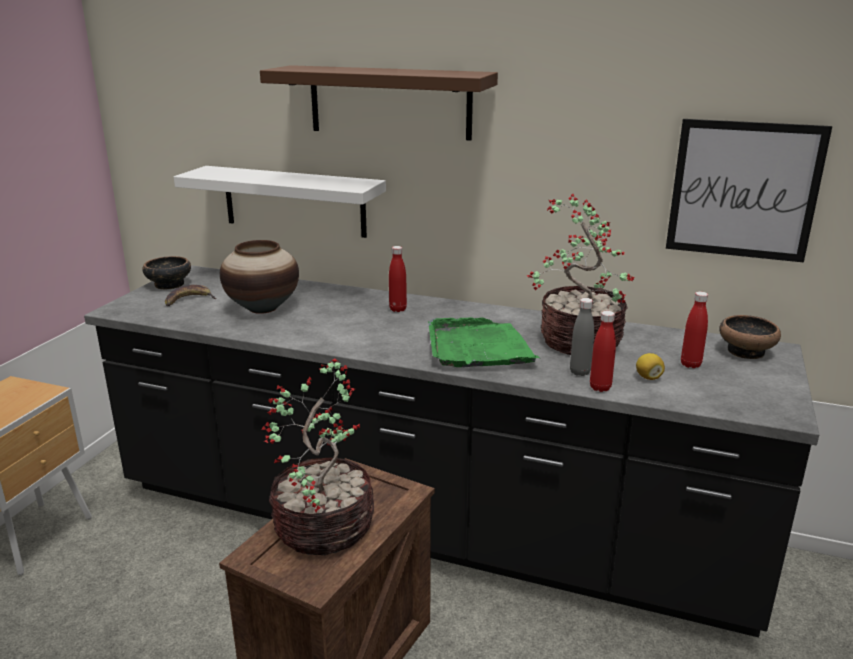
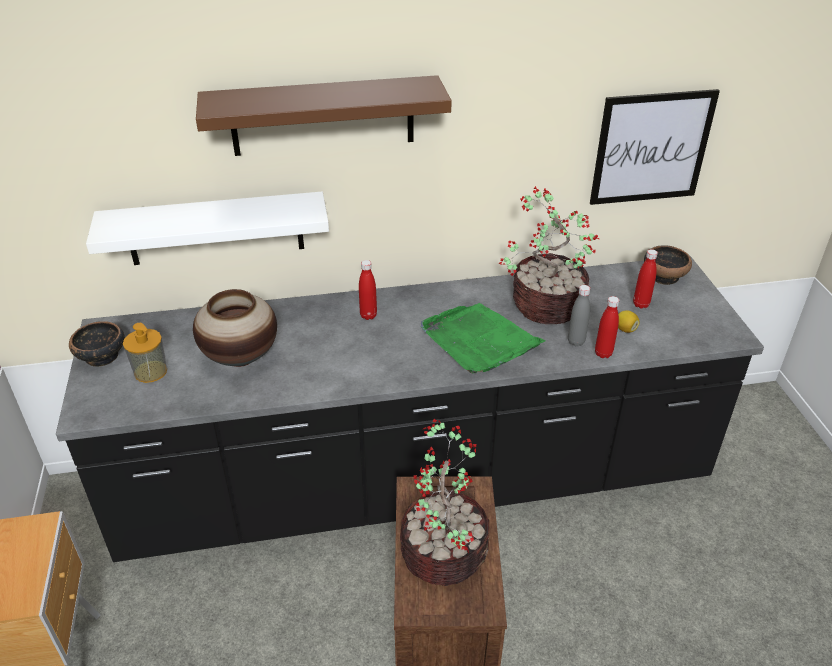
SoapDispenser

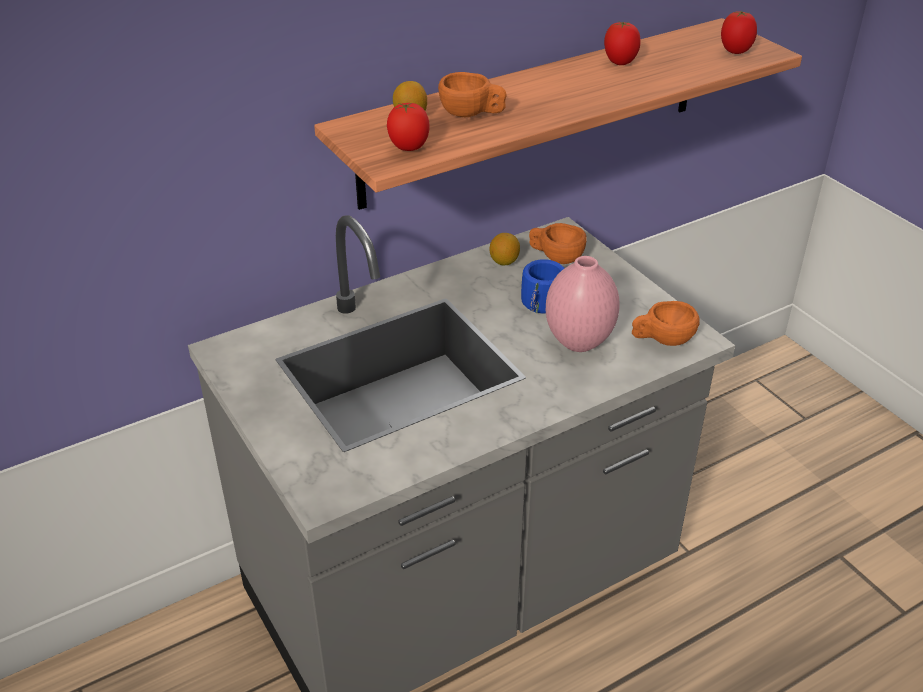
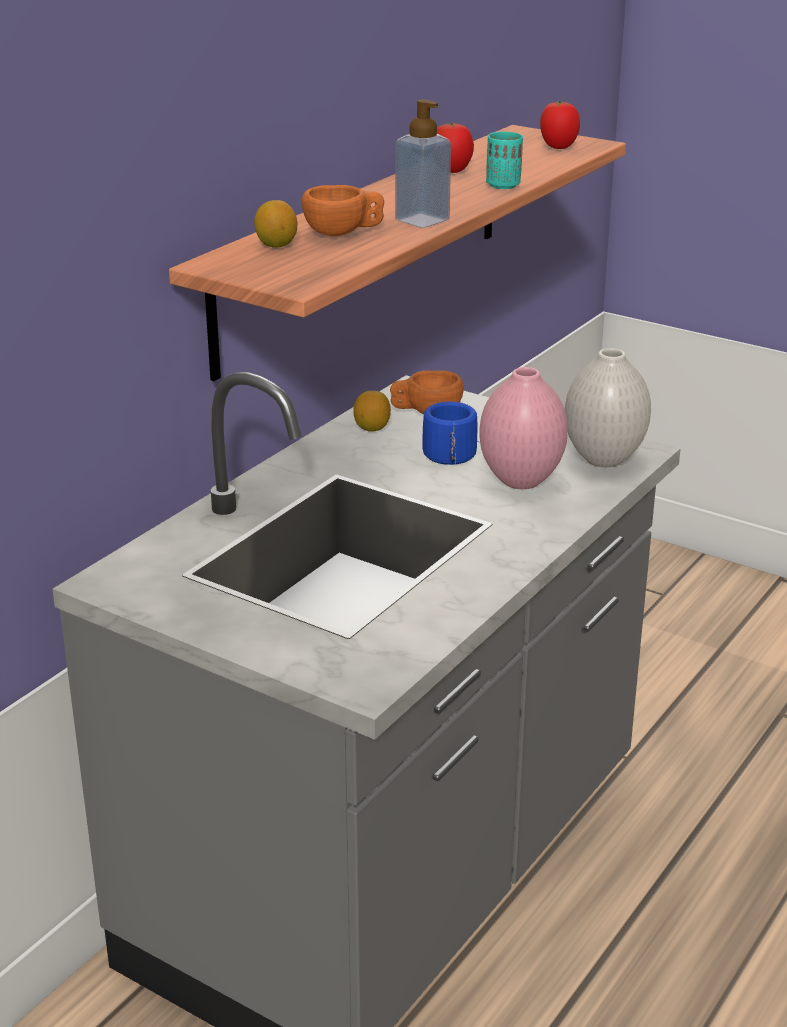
Tomato (no. 1 from left in the first image); SoapDispenser; TurquoiseCup; WhiteVase

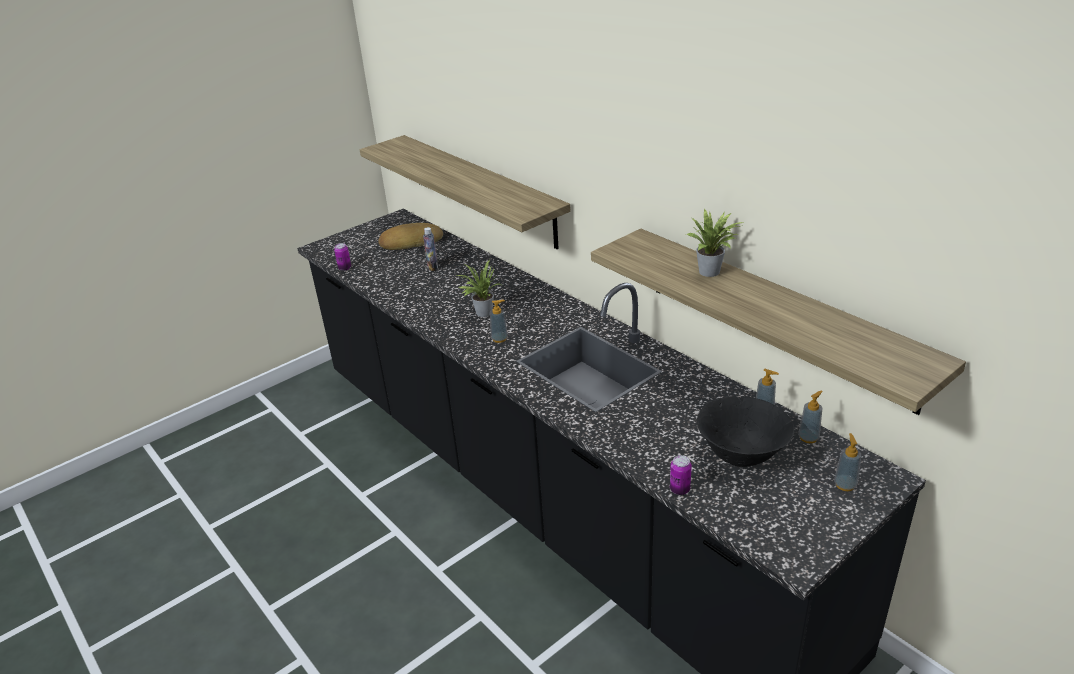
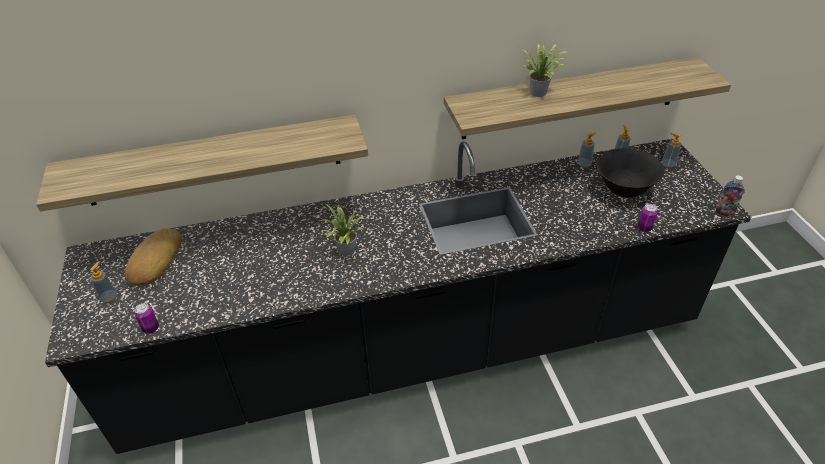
Bottle; SoapDispenser (no. 1 from left)

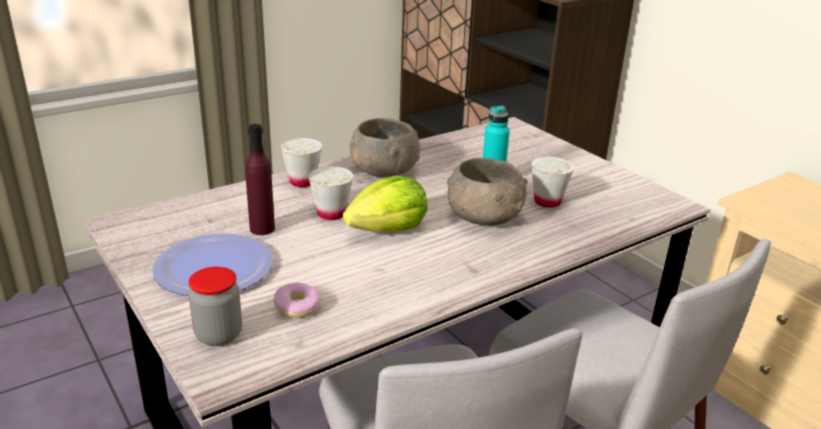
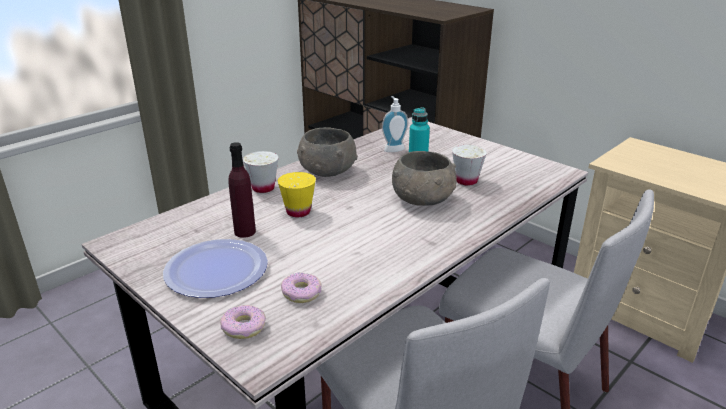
Lettuce; SoapDispenser; Donut (no. 1 from left); YellowCup

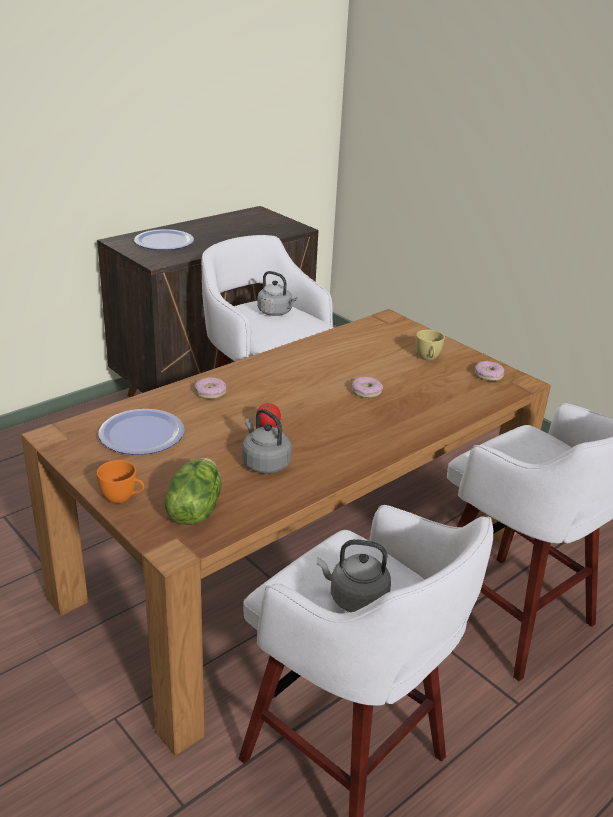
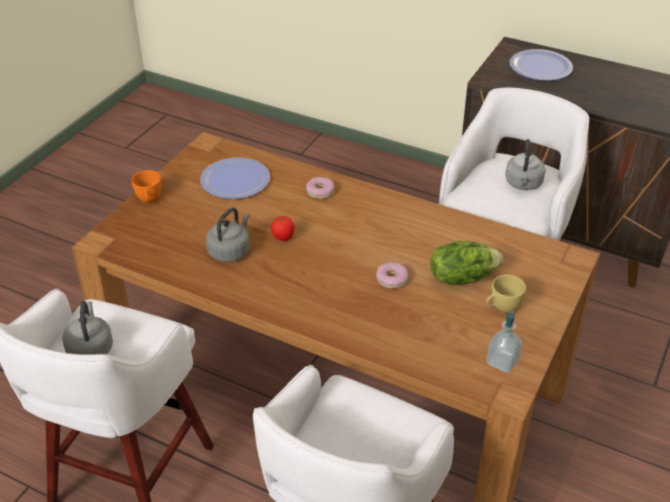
Lettuce; SoapDispenser

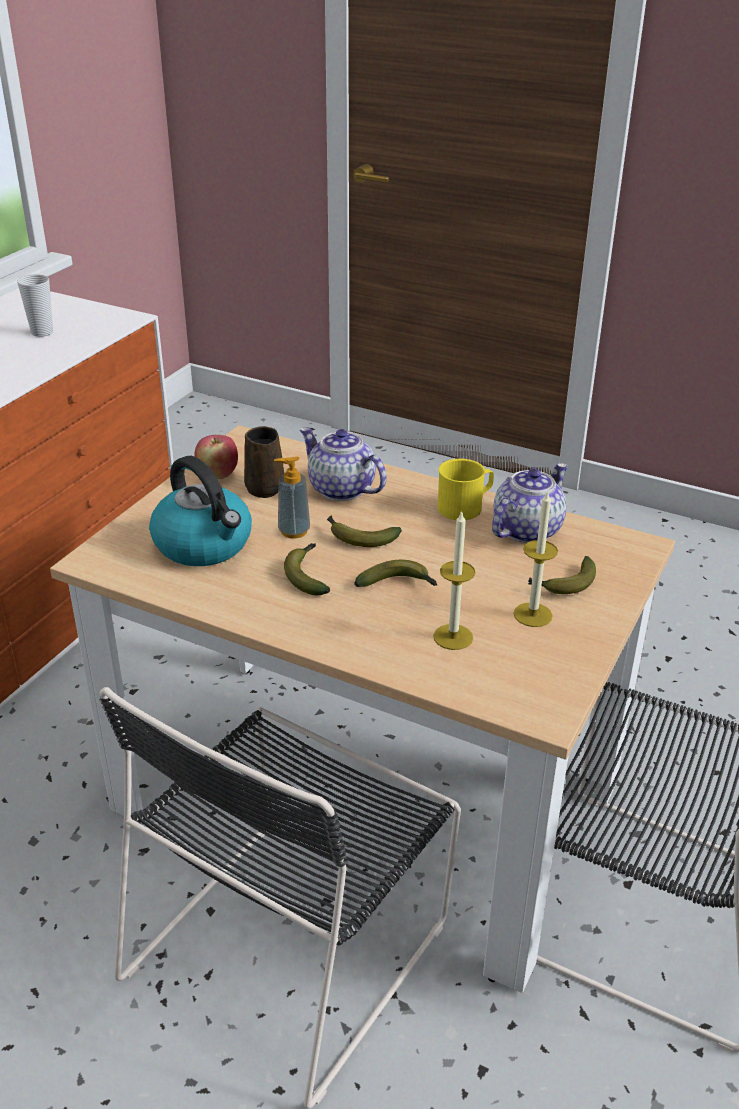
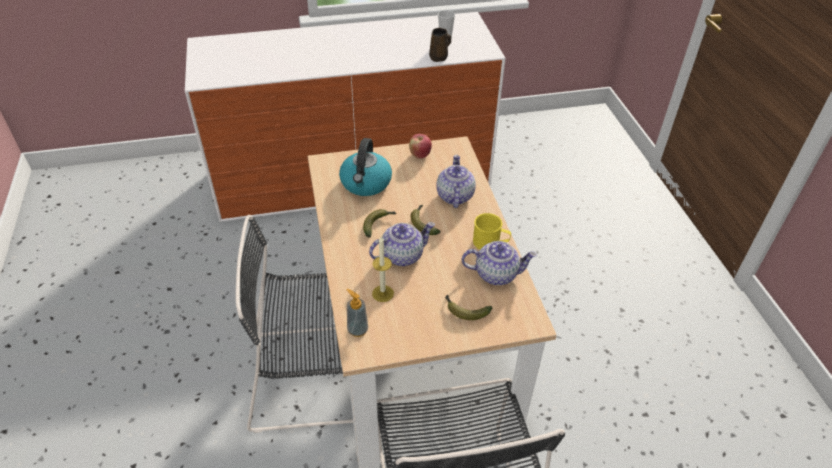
Candle (no. 2 from left in the first image); BrownMug; SoapDispenser; Teapot (no. 1 from left)

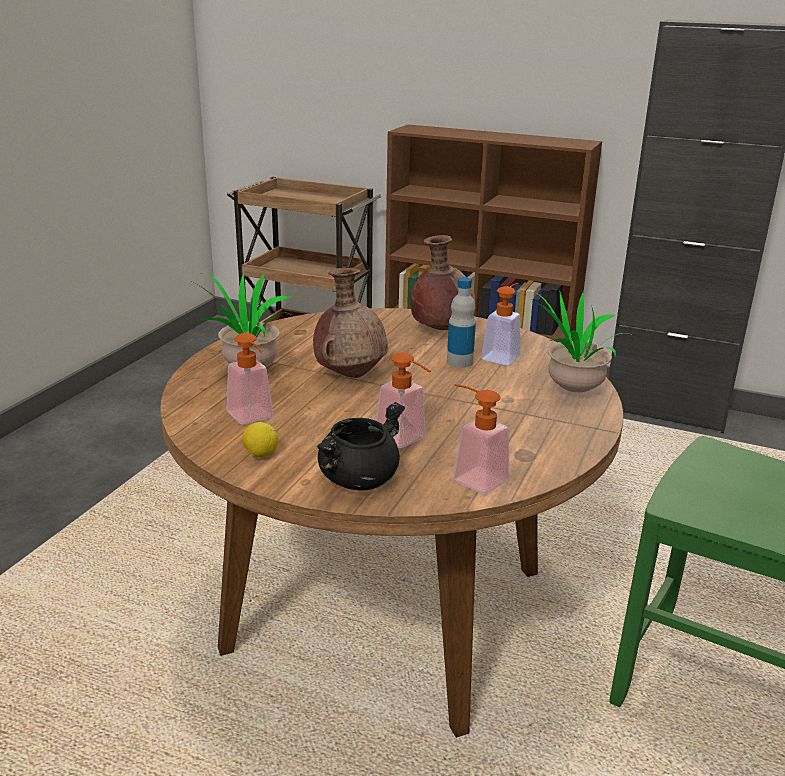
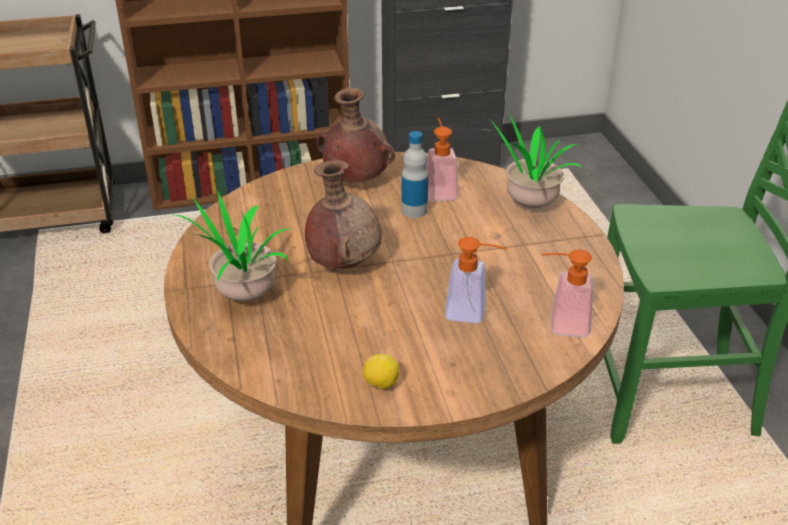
SoapDispenser (no. 1 from left in the first image); BlackCookingPot

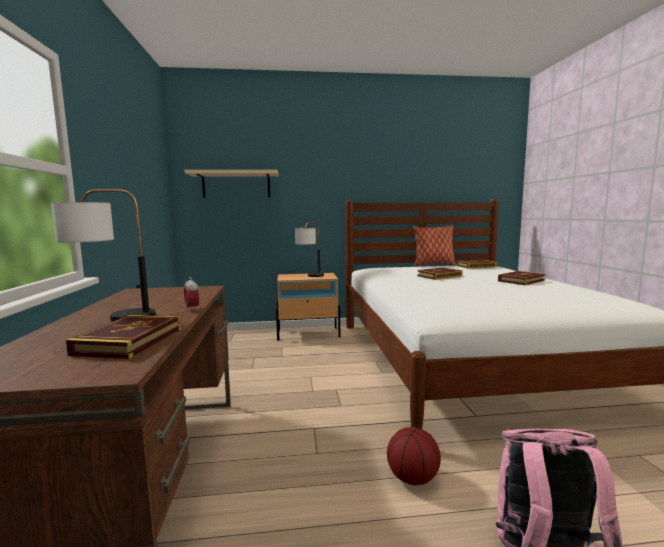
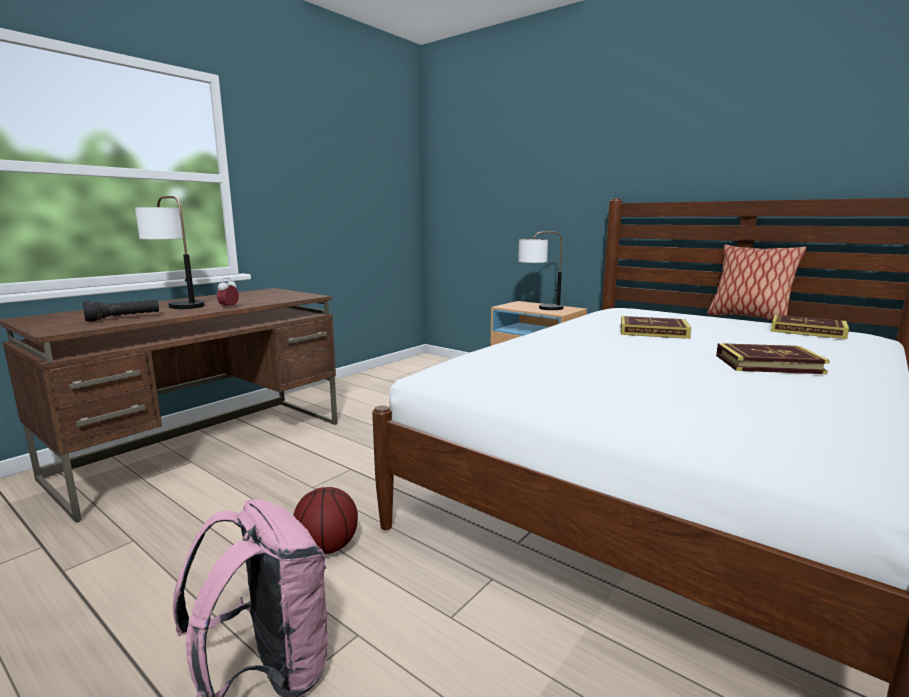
BeigeShelf; BlackFlashlight

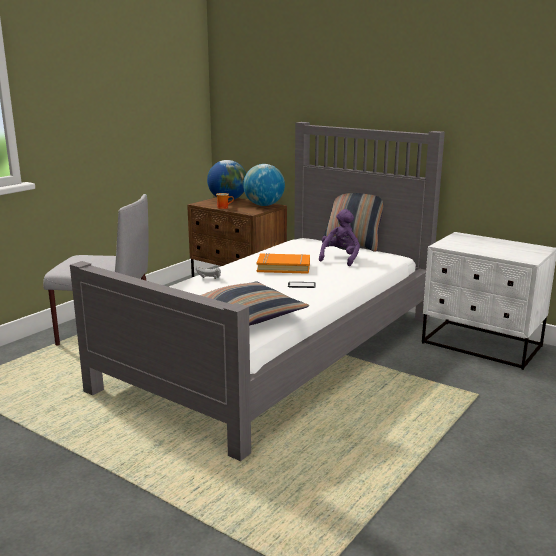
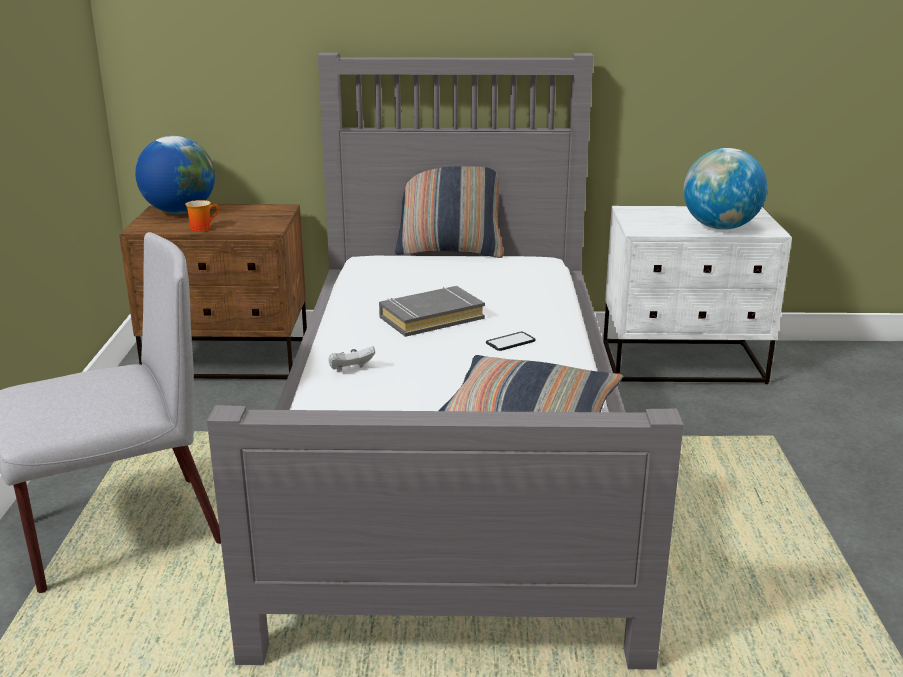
PurplePlushToy; Globe (no. 2 from left); GreyBook

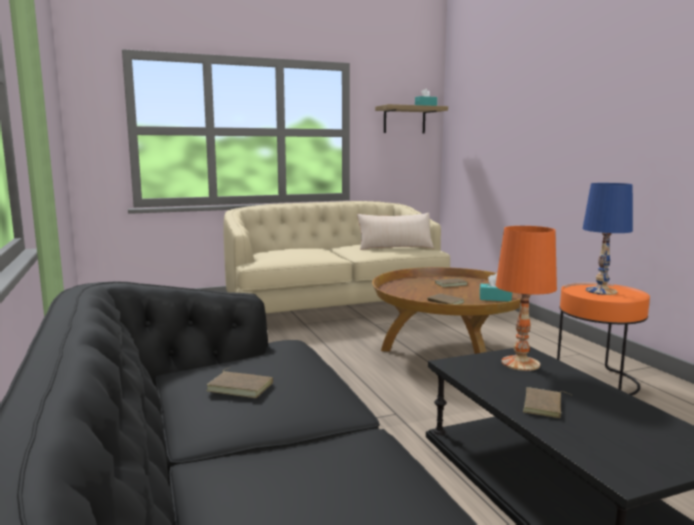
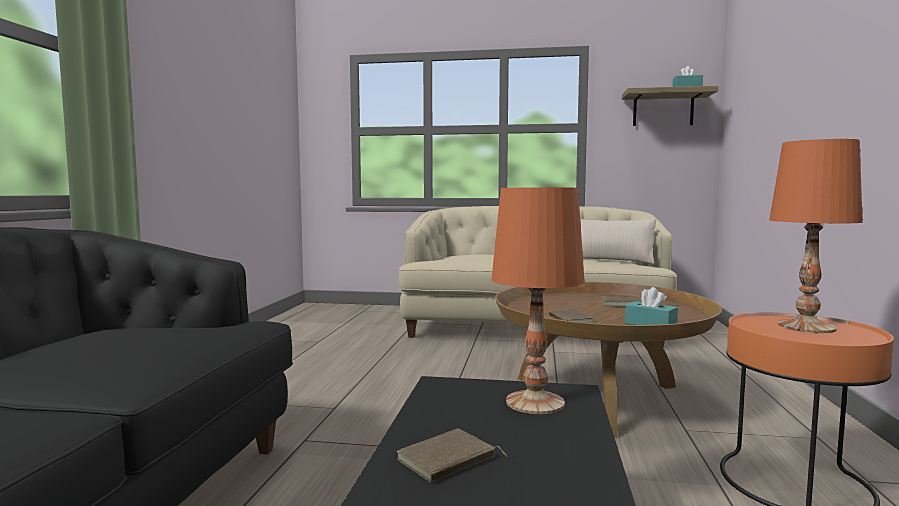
BrownBook (no. 1 from left in the first image); OrangeTableLamp (no. 2 from left)

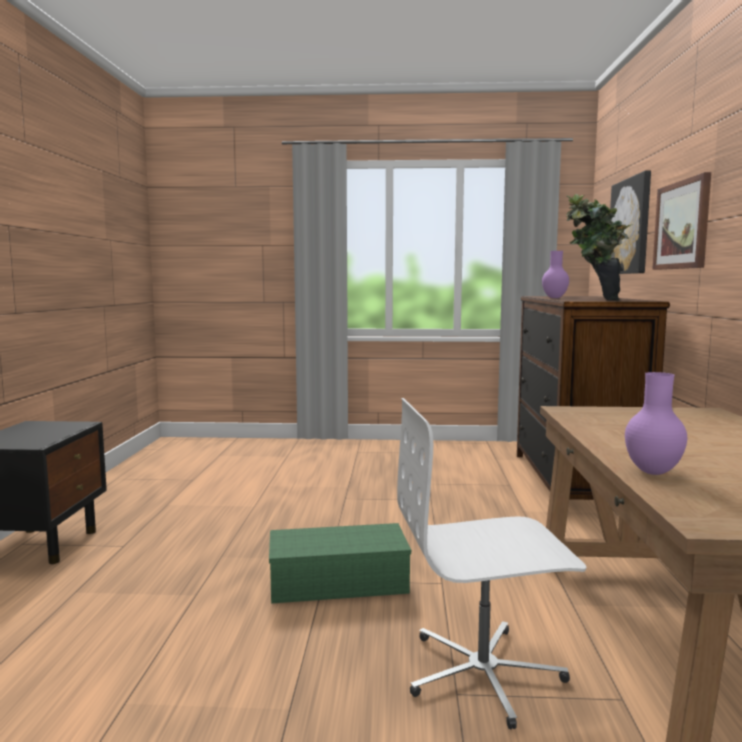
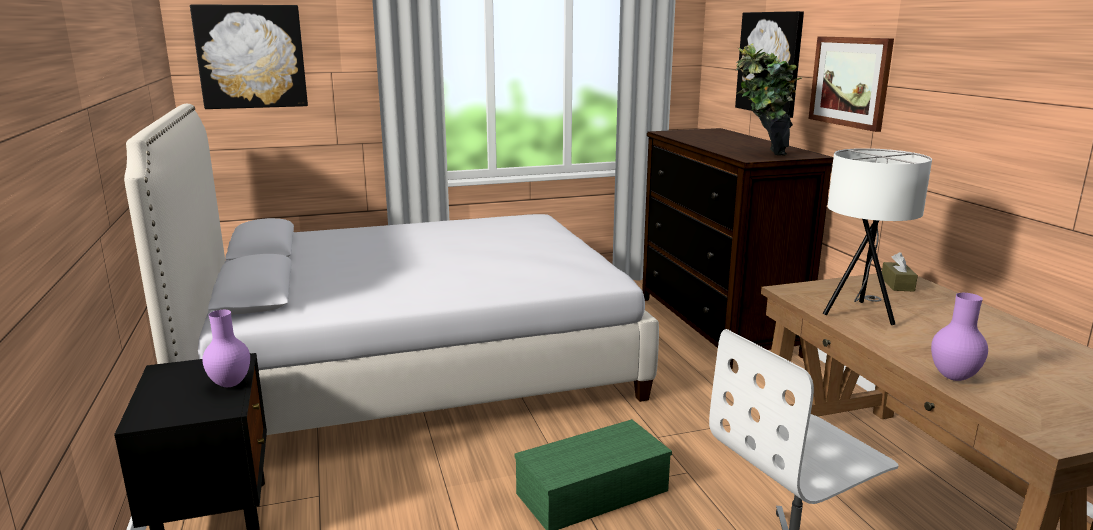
WhiteBed; Picture (no. 1 from left); WhiteTableLamp; BrownTissueBox; PurpleVase (no. 1 from left)

